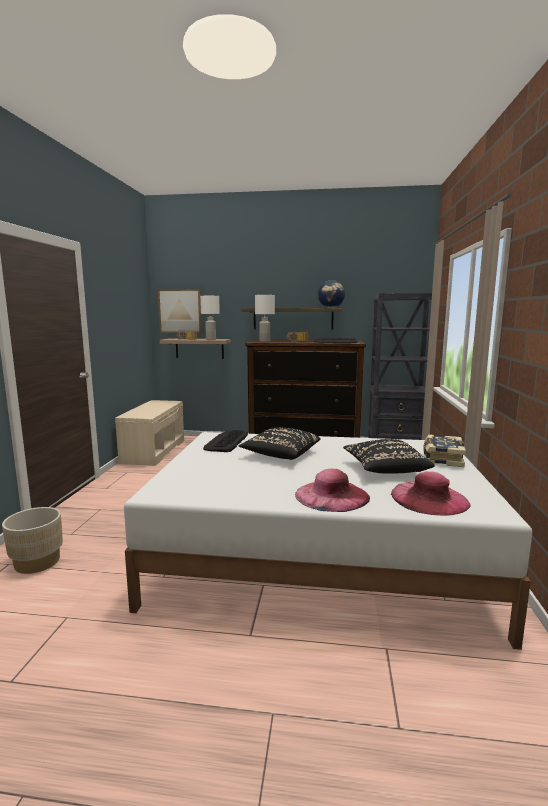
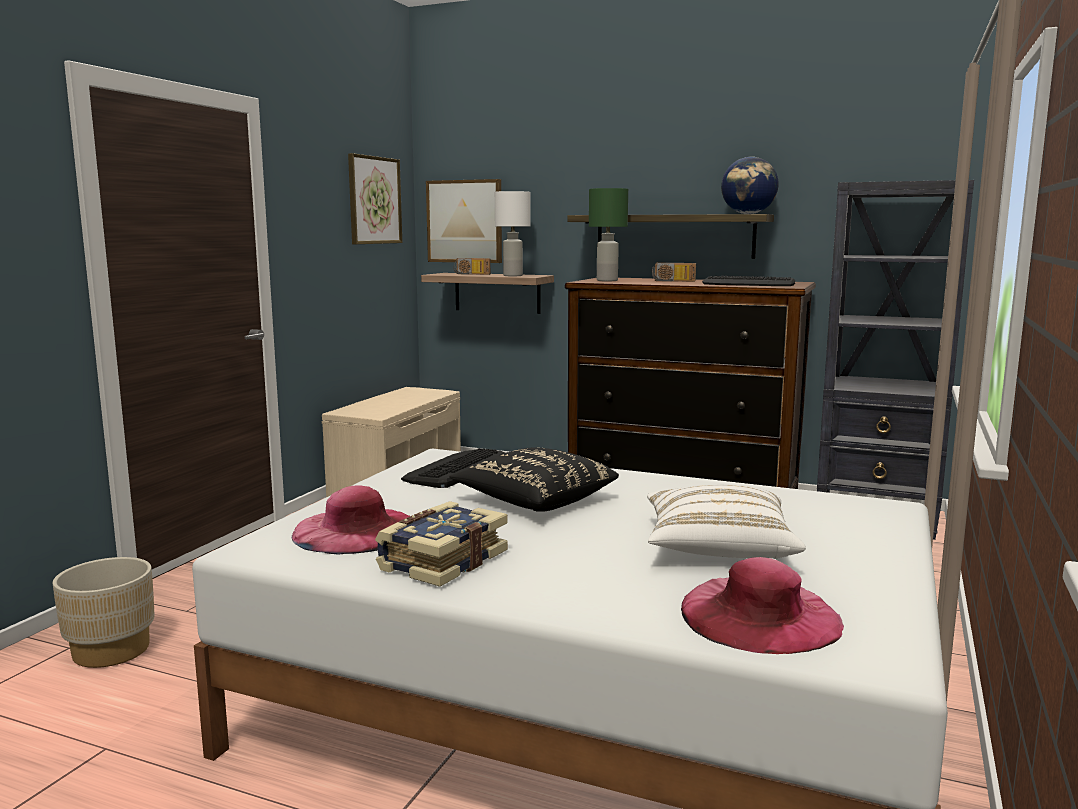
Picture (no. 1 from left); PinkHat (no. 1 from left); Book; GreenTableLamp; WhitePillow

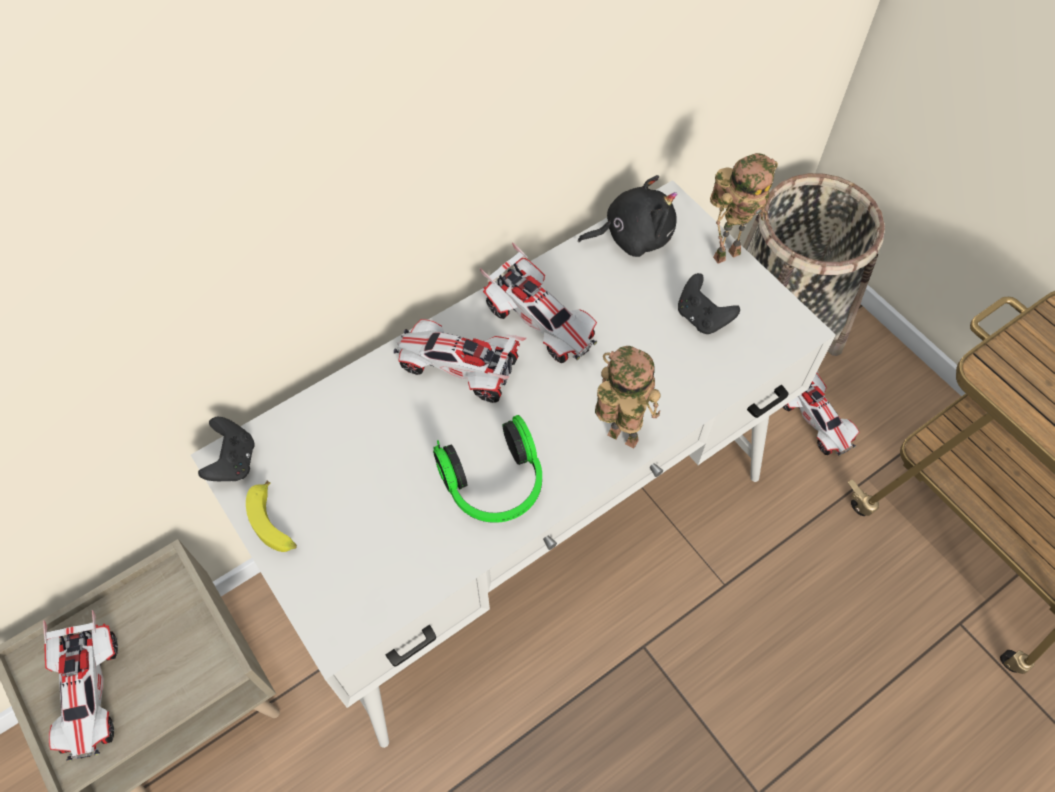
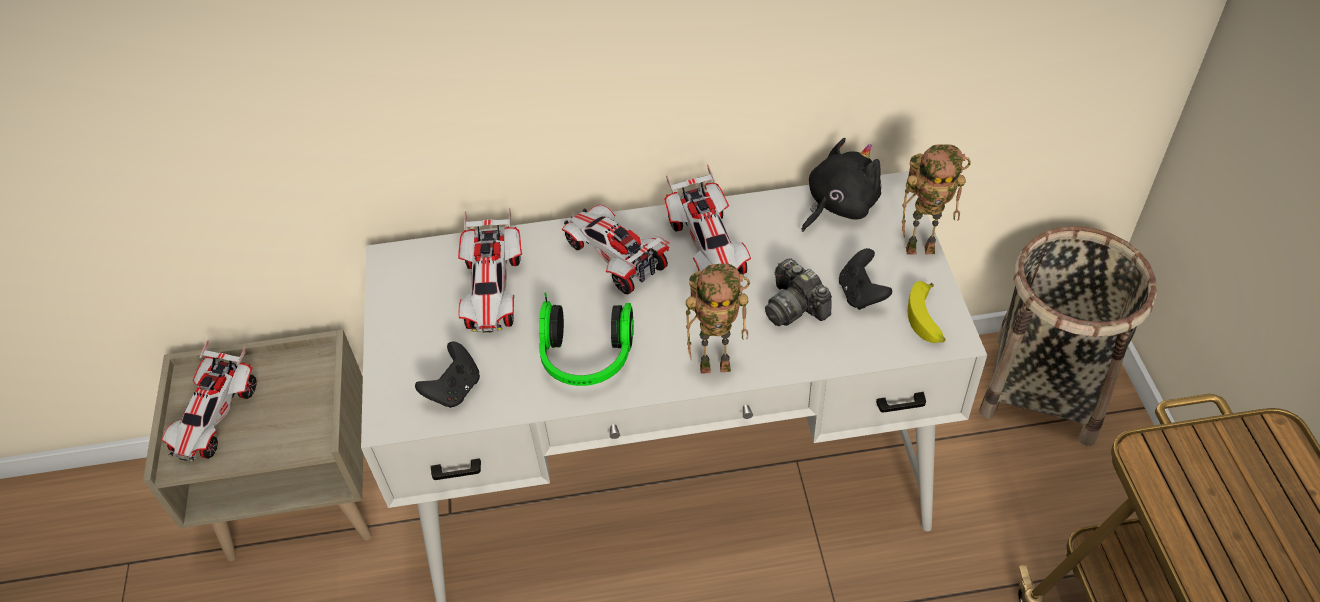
PhotoCamera; BlackGameController (no. 1 from left); Banana; ToyCar (no. 2 from left); BlackPlushToy; ToyRobot (no. 1 from left)

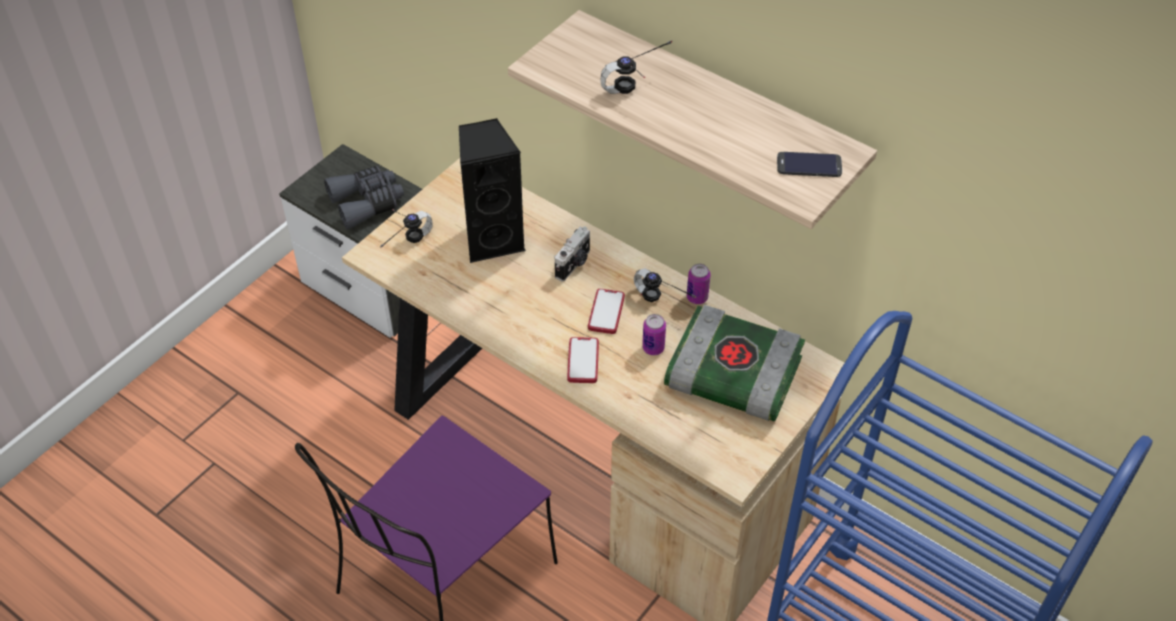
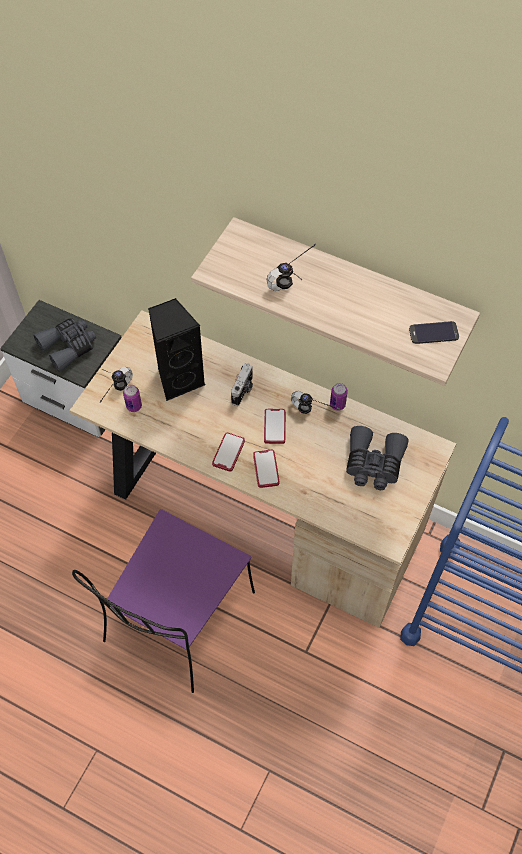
Phone (no. 1 from left); Can (no. 1 from left); GreyBinoculars (no. 2 from left)

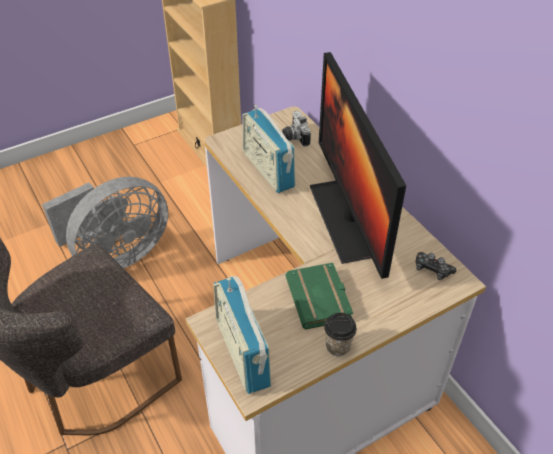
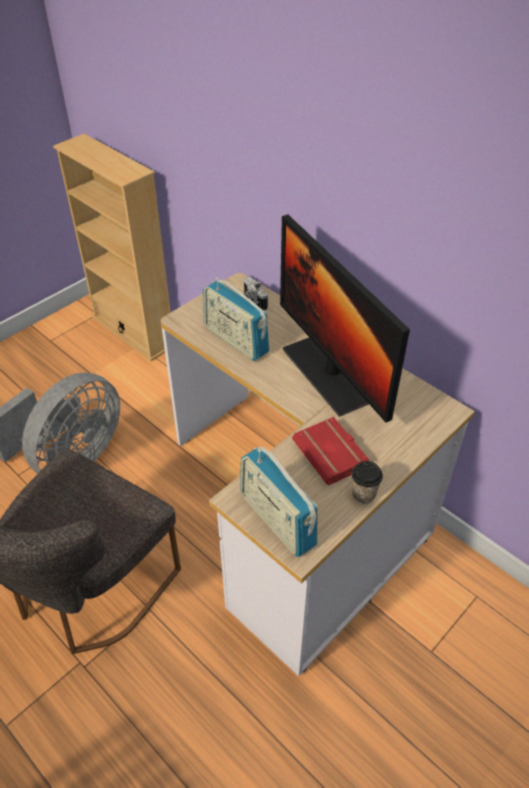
GameController; RedBook

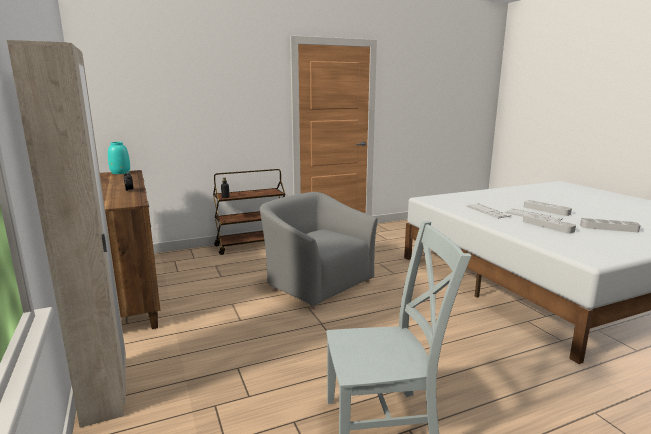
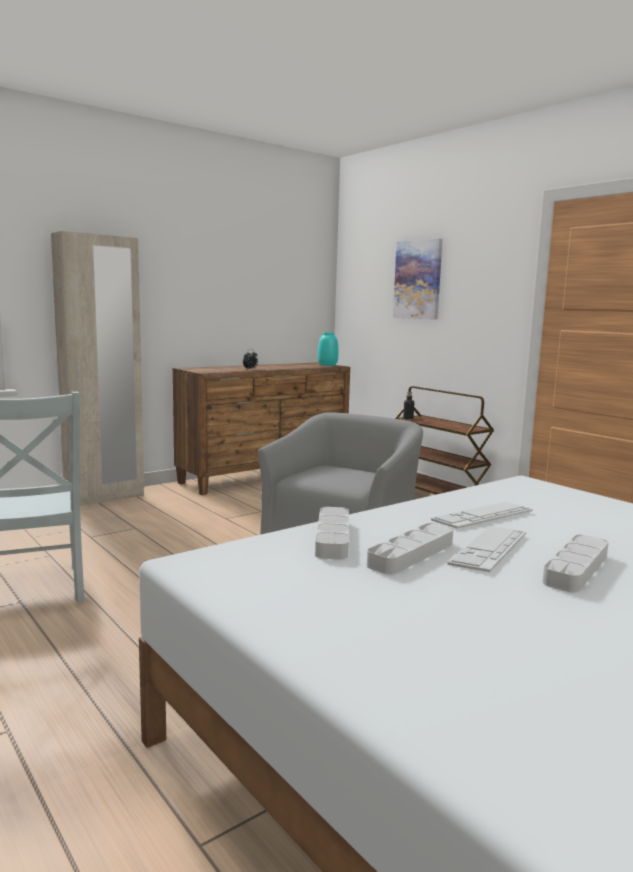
Picture; GreyTray (no. 1 from left)

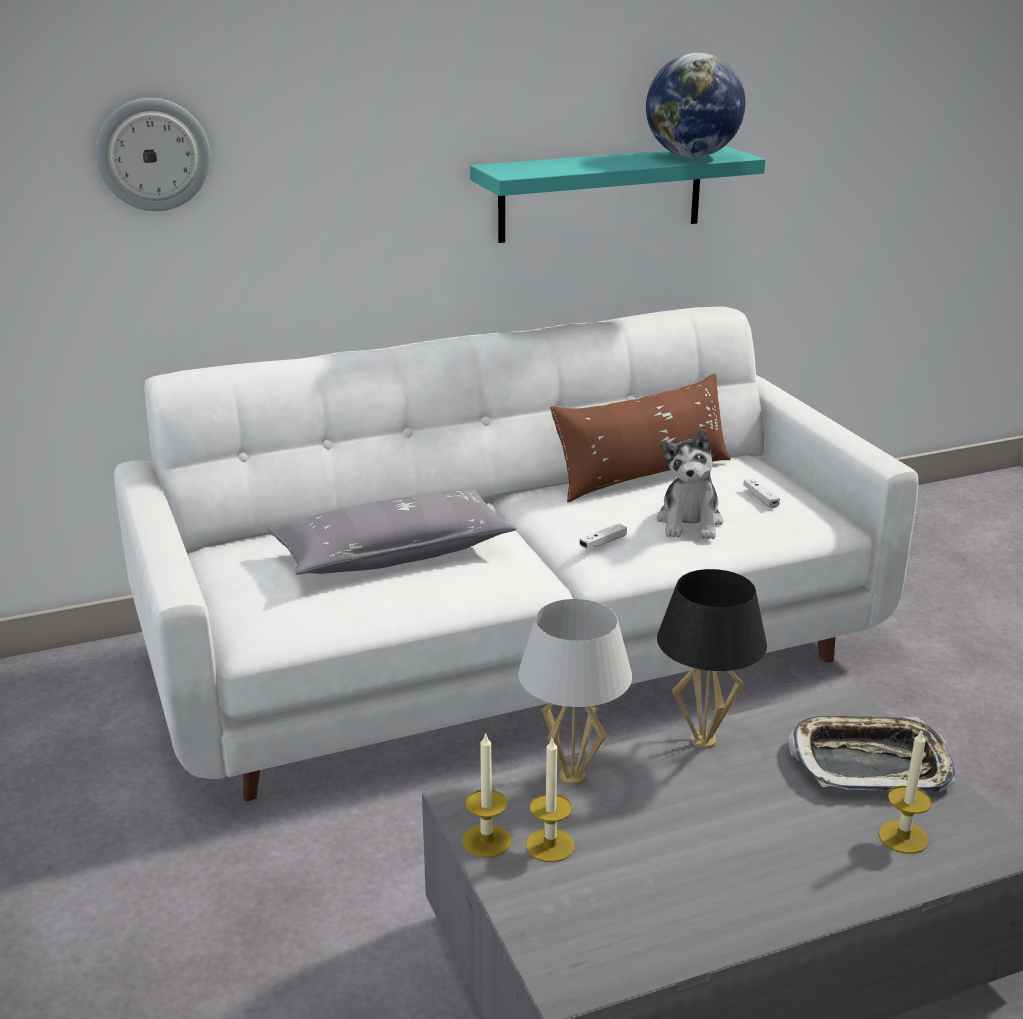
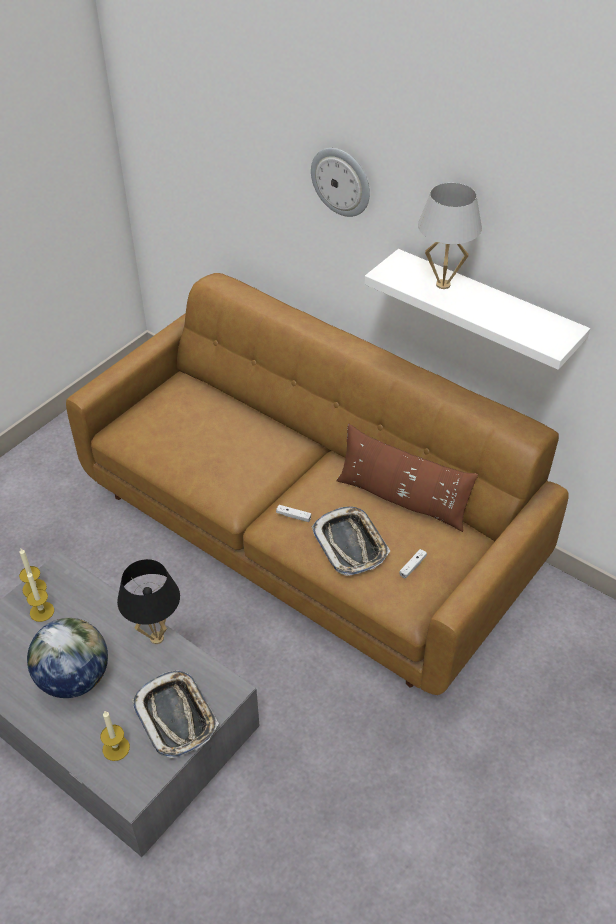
GreyPillow; WallClock; WhiteTableLamp; Globe; Tray (no. 2 from left); BrownSofa; WhiteShelf

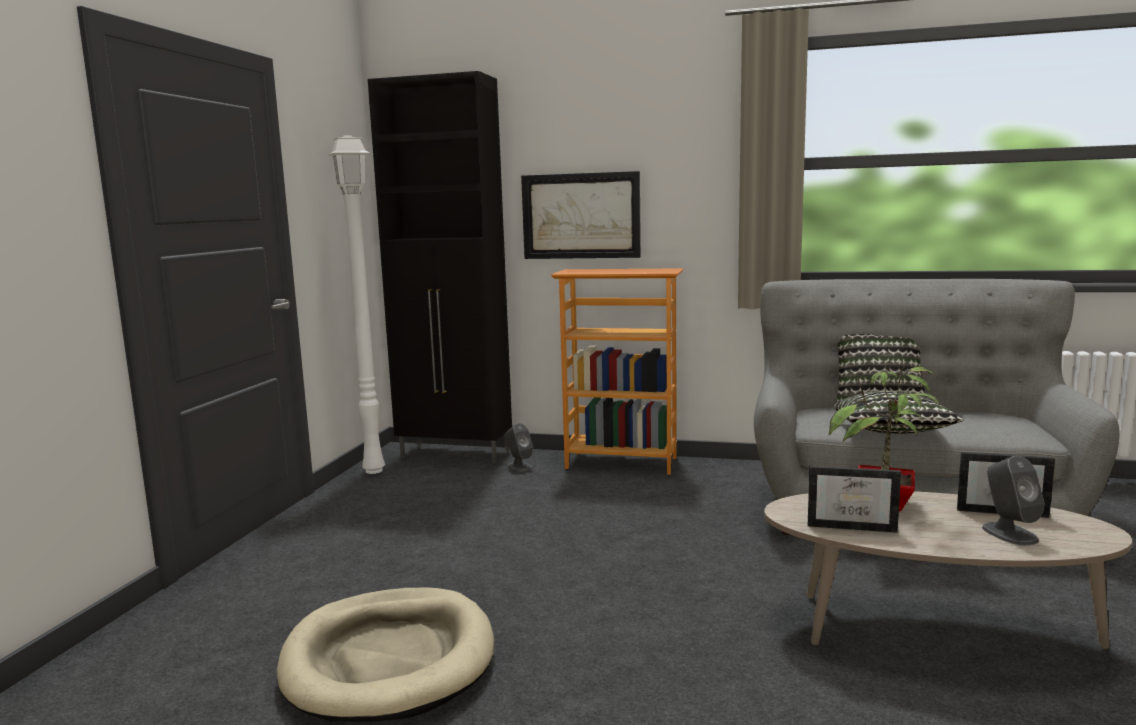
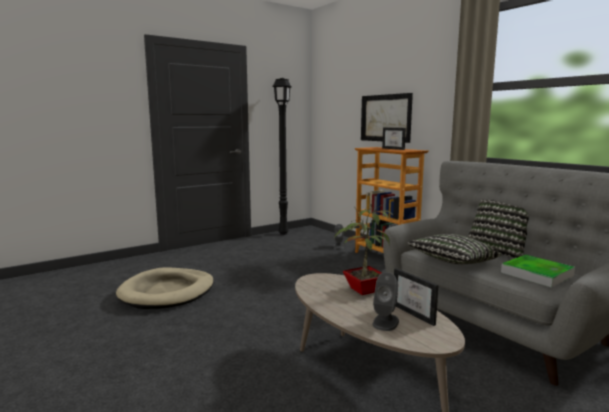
BlackCabinet; Tray; PictureFrame (no. 1 from left); BlackFloorLamp

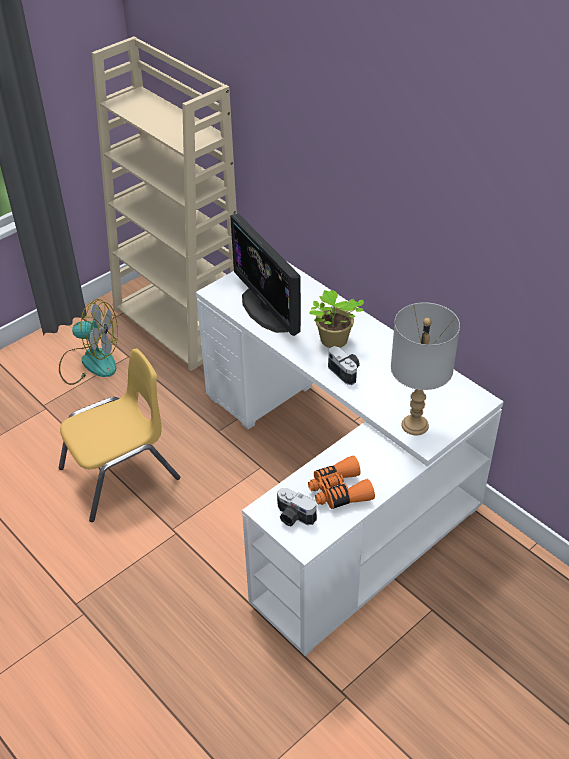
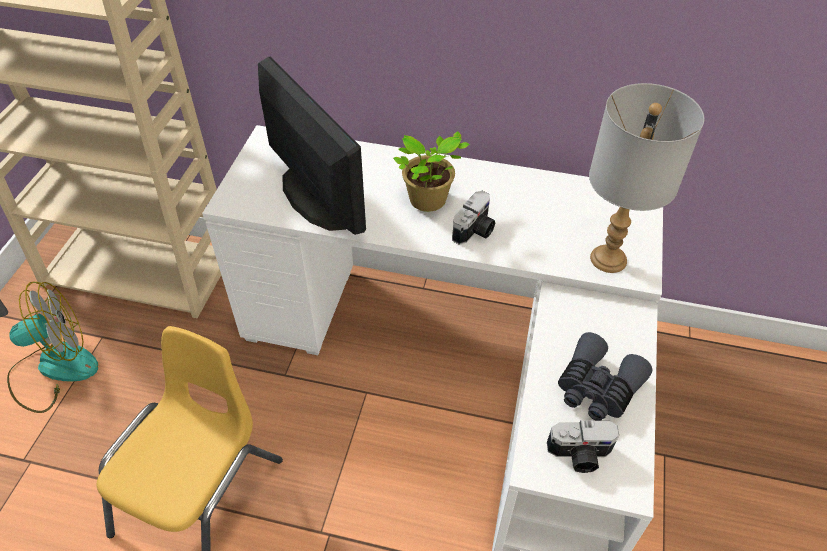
GreyBinoculars; Monitor; PhotoCamera (no. 1 from left)

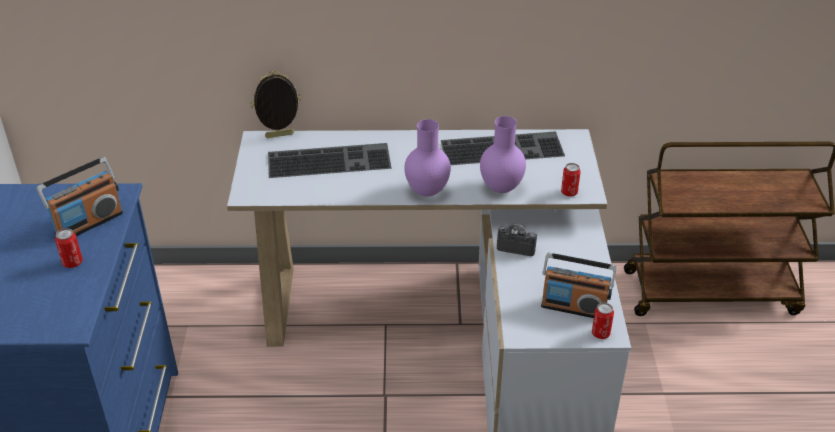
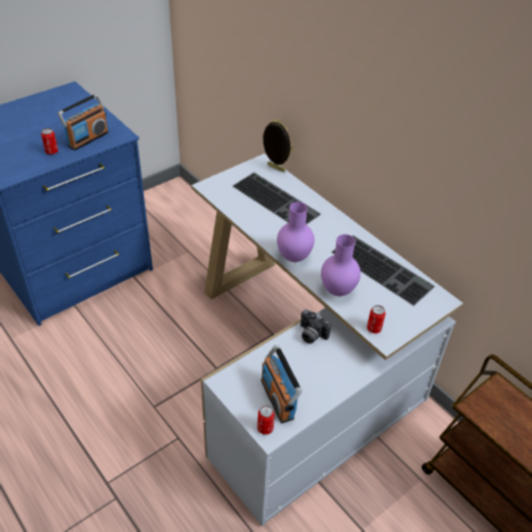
Radio (no. 1 from left); PhotoCamera

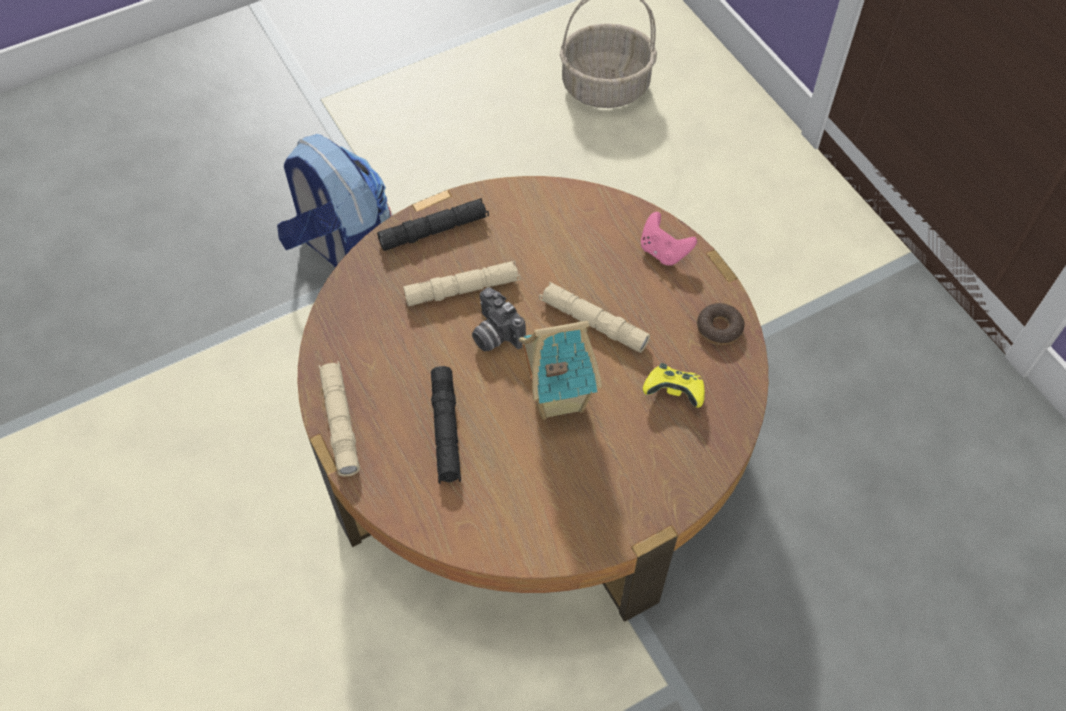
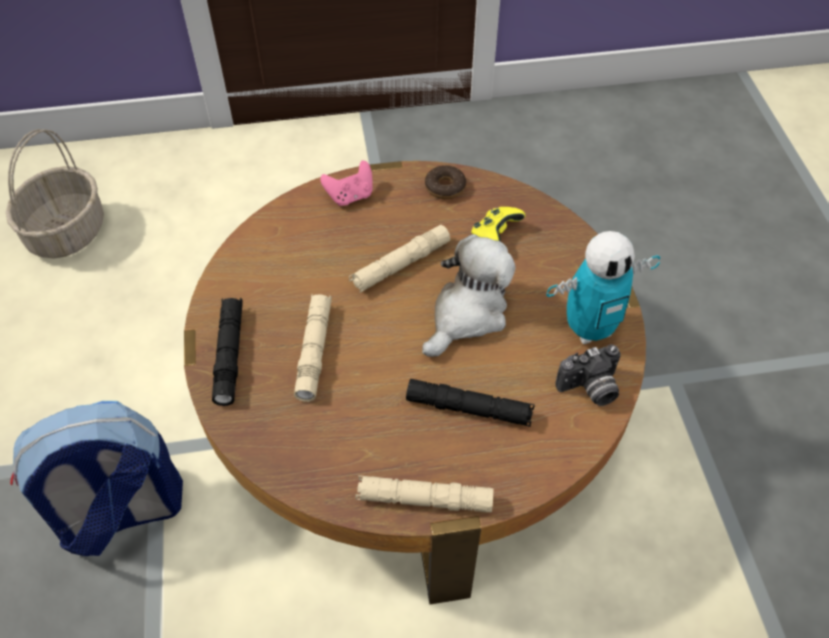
ToyRobot; PhotoCamera; PlushToy

